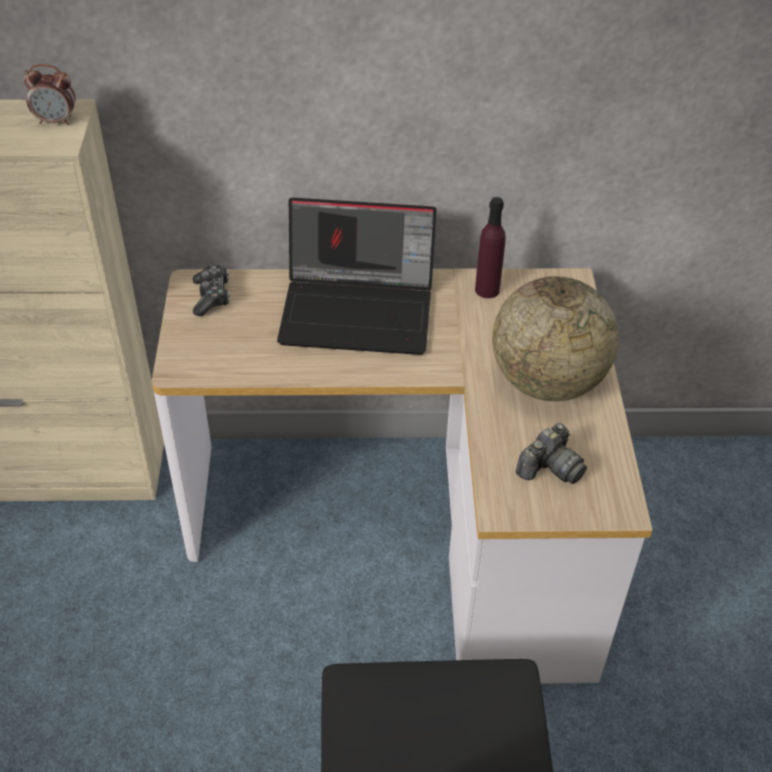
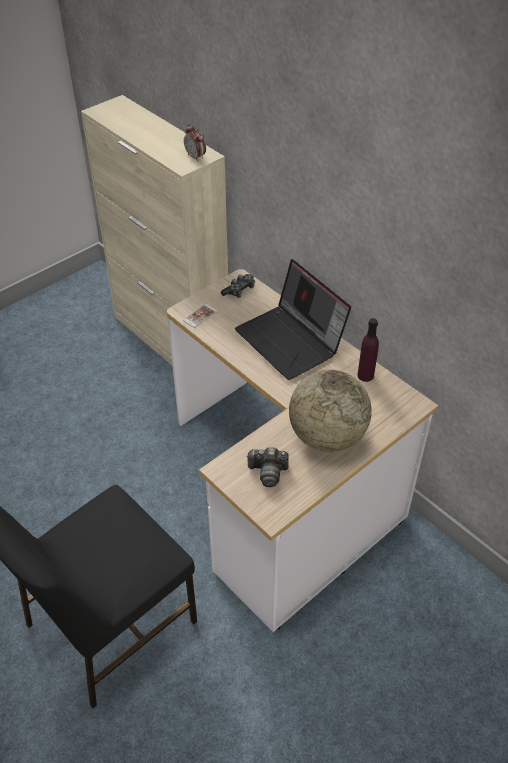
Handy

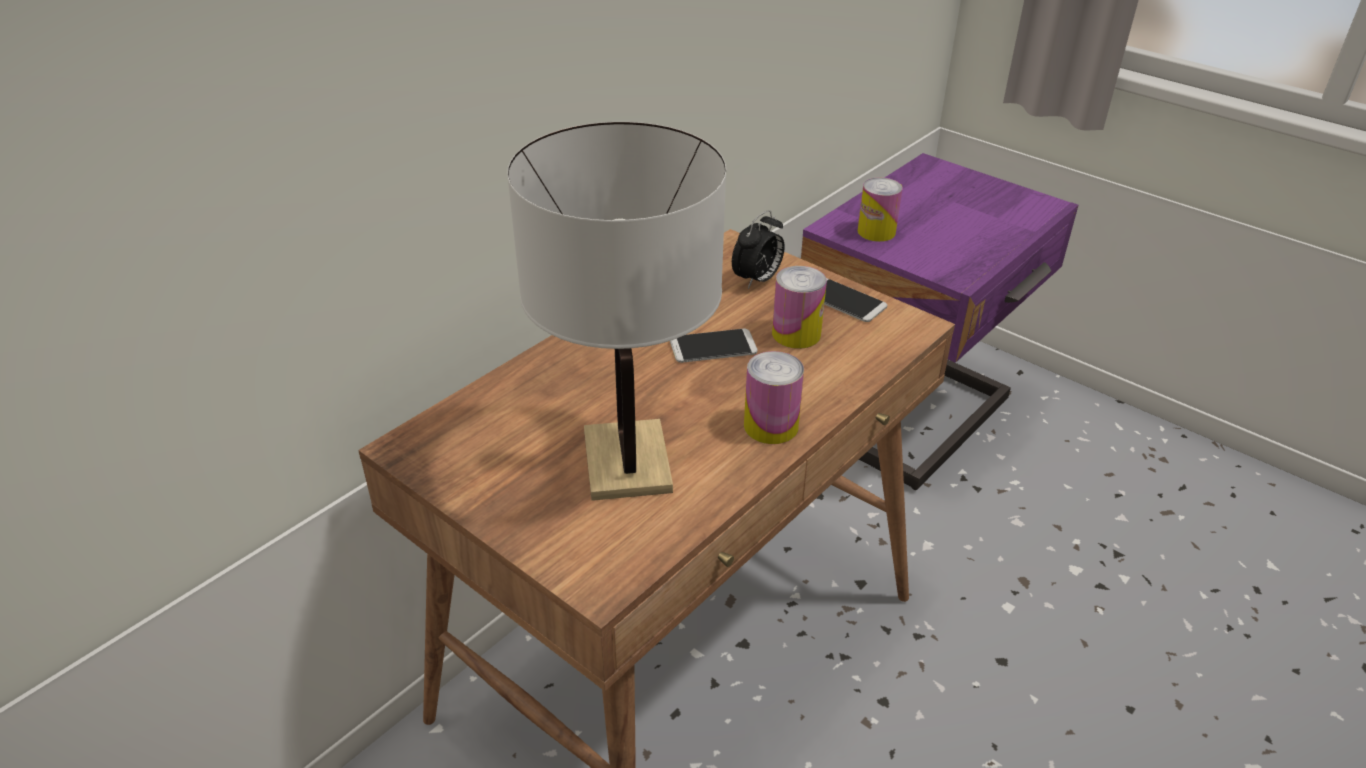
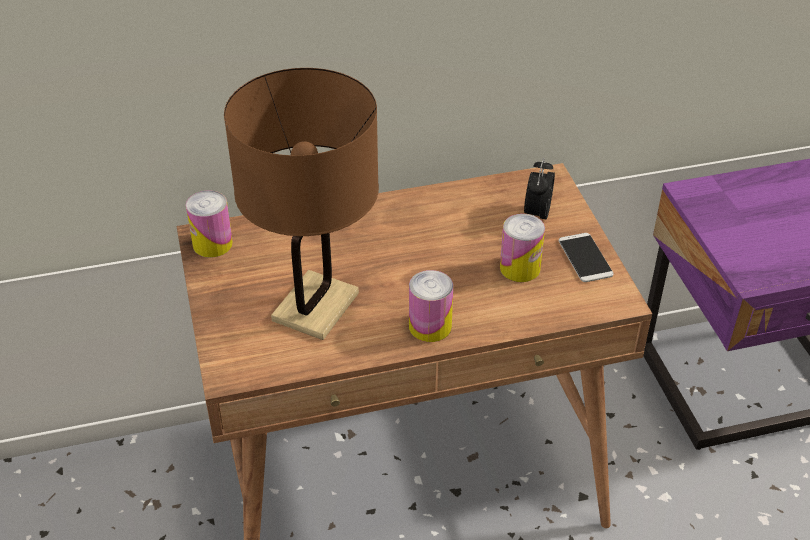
Dose (no. 1 from left)
Tischlampe [braun]
Wecker
Handy (no. 1 from left in the first image)

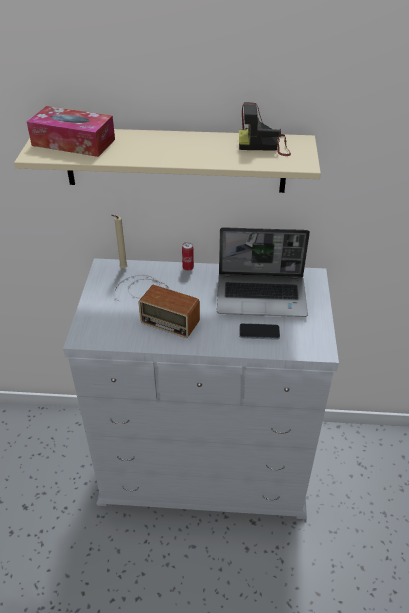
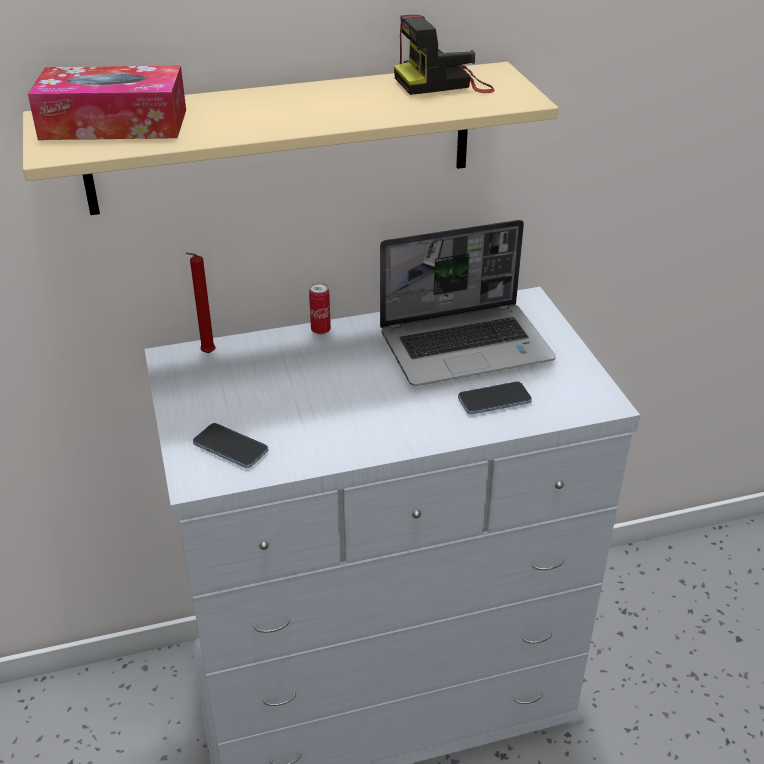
Kerze [rot]
Handy (no. 1 from left)
Radio

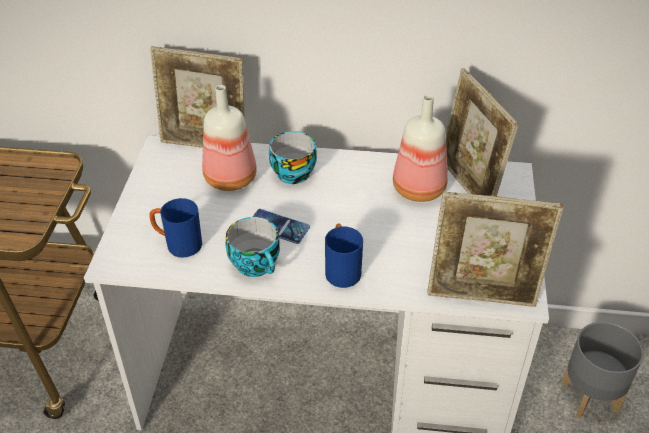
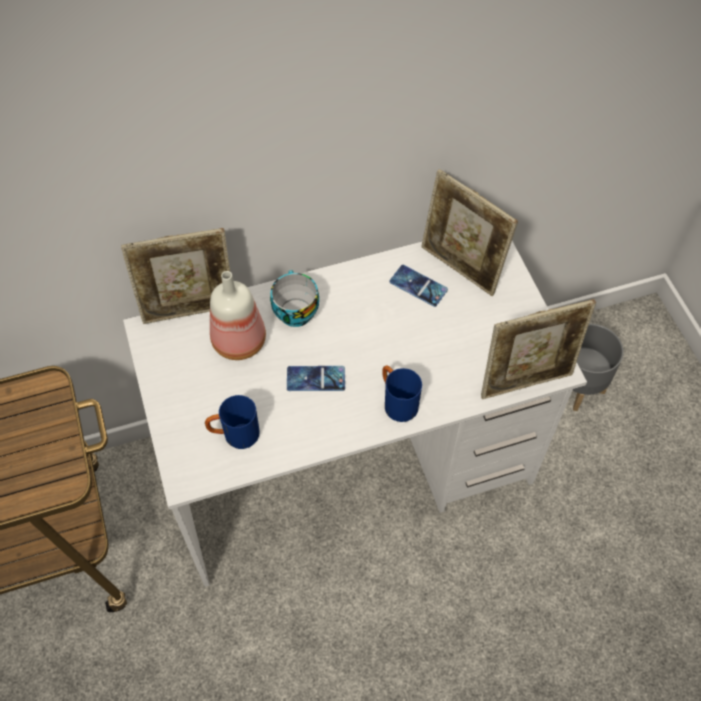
Handy (no. 2 from left)
Tasse (no. 1 from left in the first image)

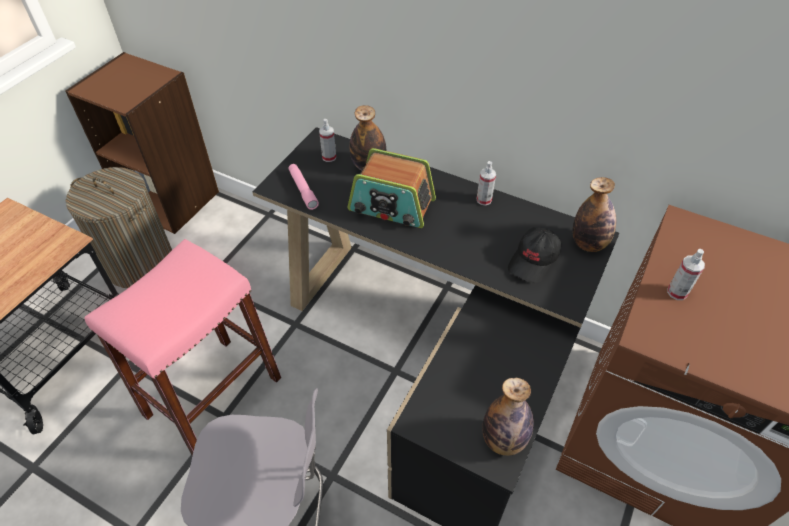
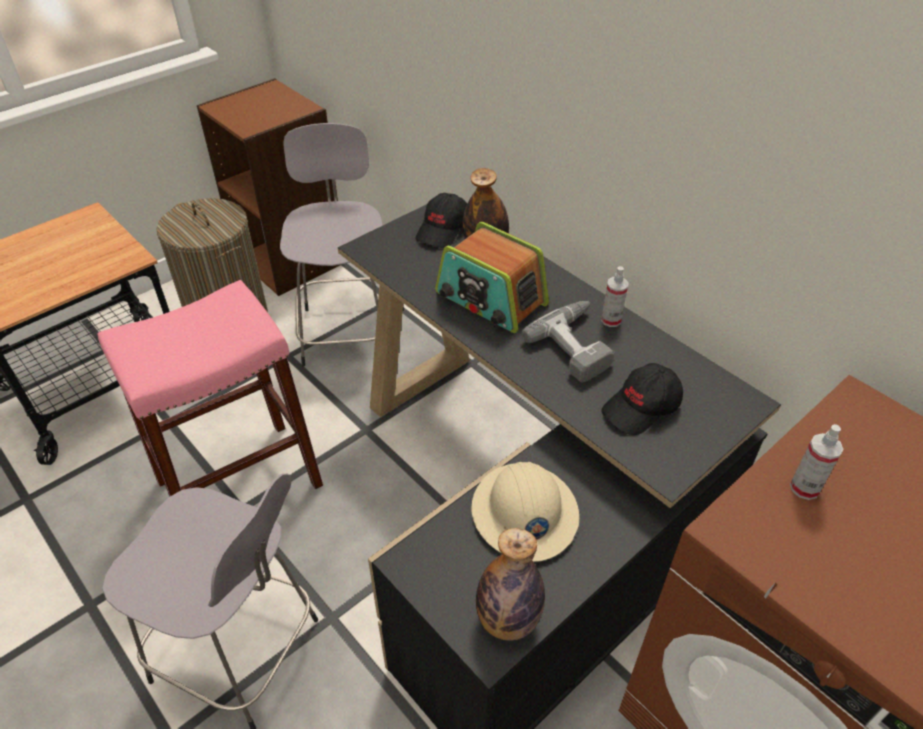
Hocker [grau] (no. 2 from left)
Kappe [schwarz] (no. 1 from left)
Schutzhelm [beige]
Bohrmaschine
Taschenlampe [rosa]
Flasche (no. 3 from left in the first image)

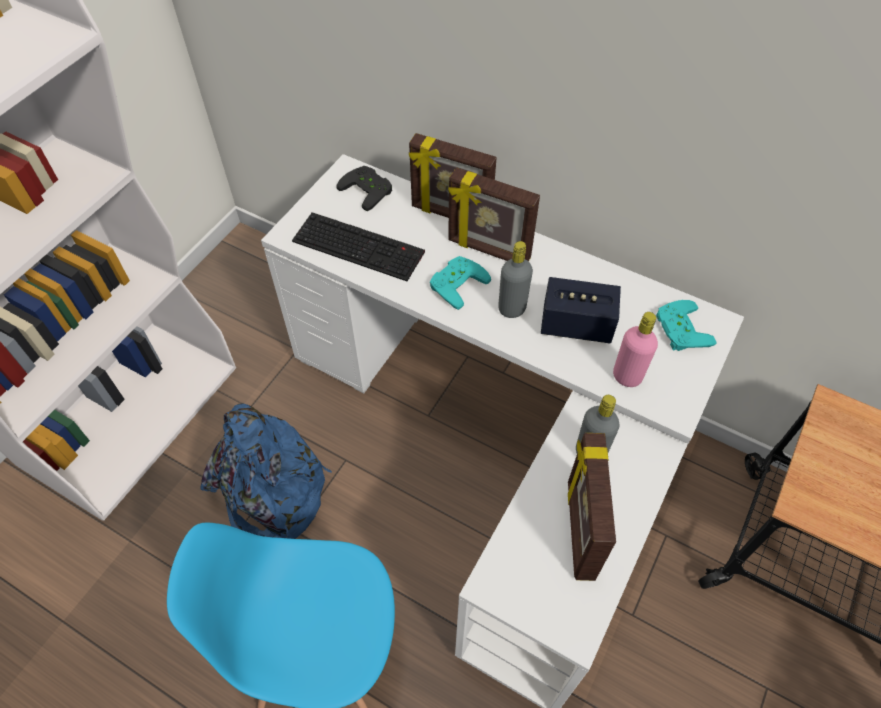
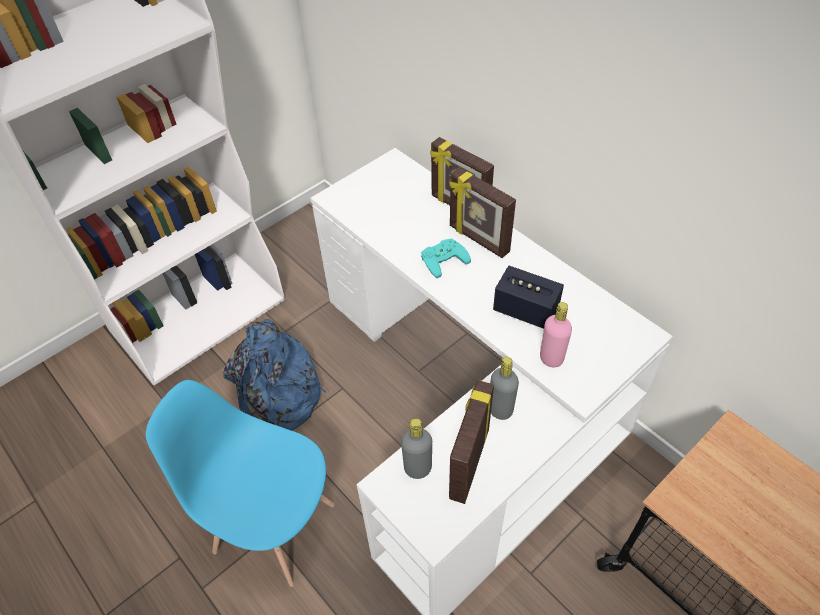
Flasche [grau] (no. 1 from left)
Tastatur
Gamepad [schwarz]
Gamepad [türkis] (no. 2 from left in the first image)

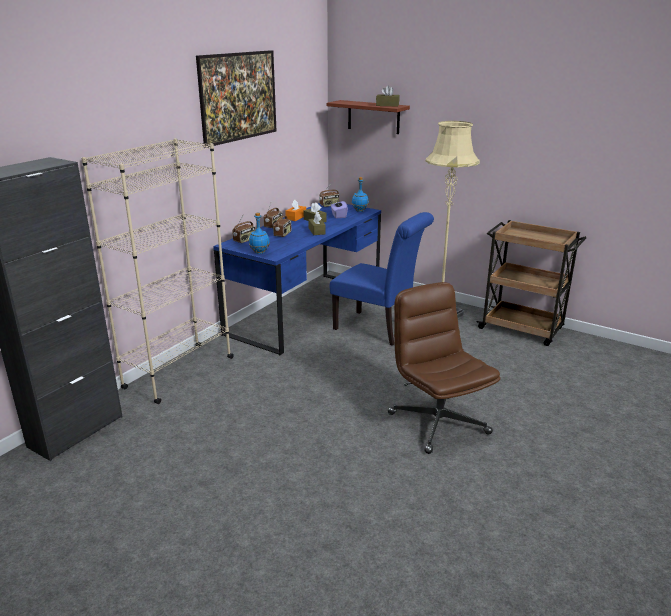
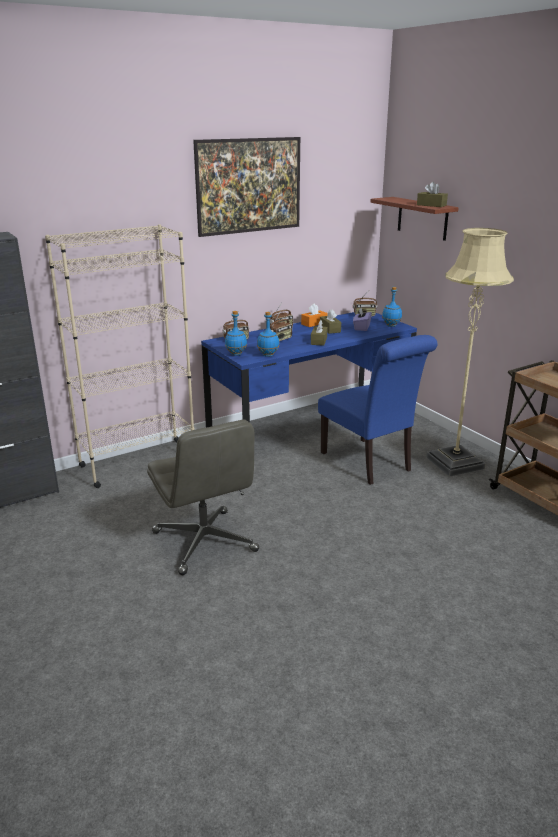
Bürostuhl [grau]
Flasche [blau] (no. 2 from left)
Bürostuhl [braun]

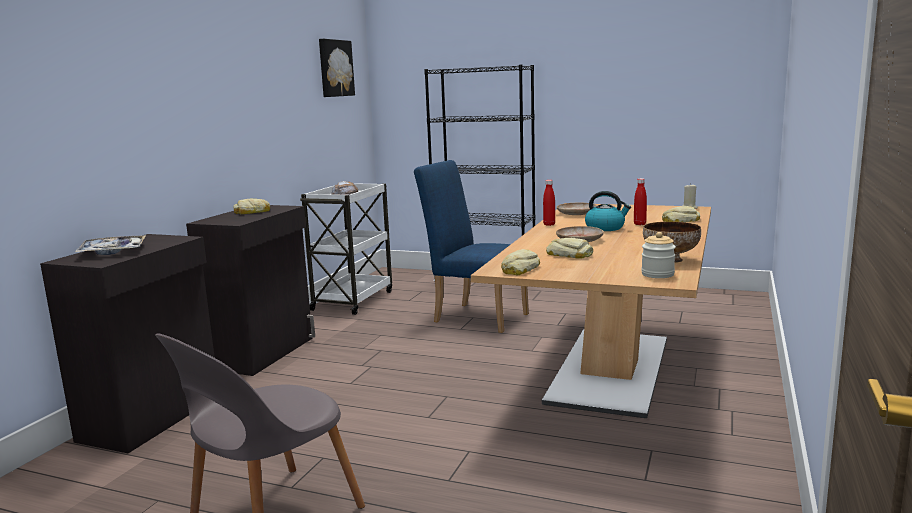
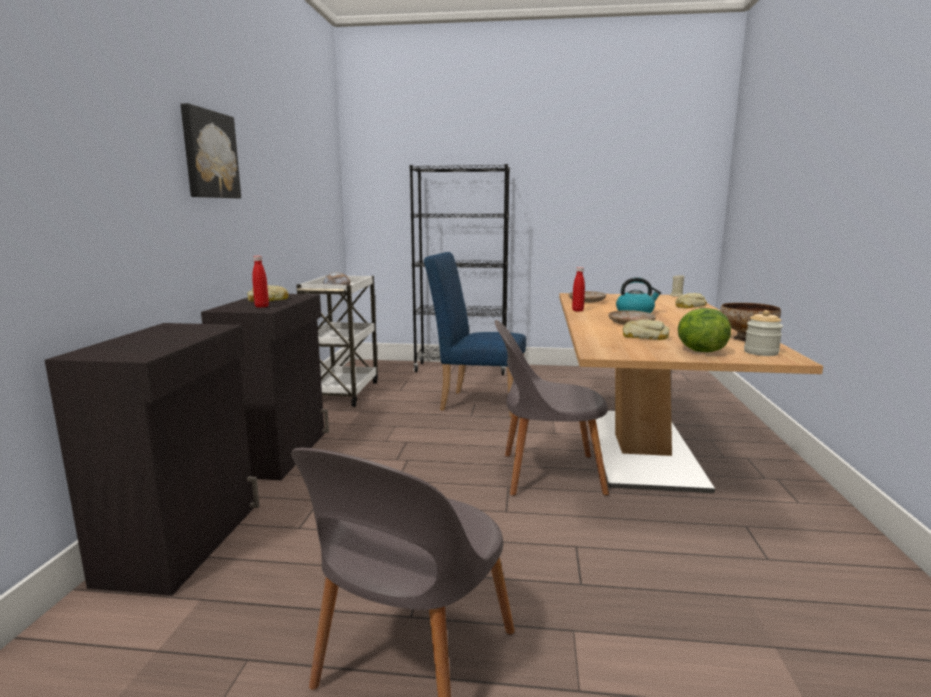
Bild
Flasche [rot] (no. 1 from left)
Stuhl [grau] (no. 2 from left)
Salatkopf
Tablett
Brot (no. 3 from left in the first image)

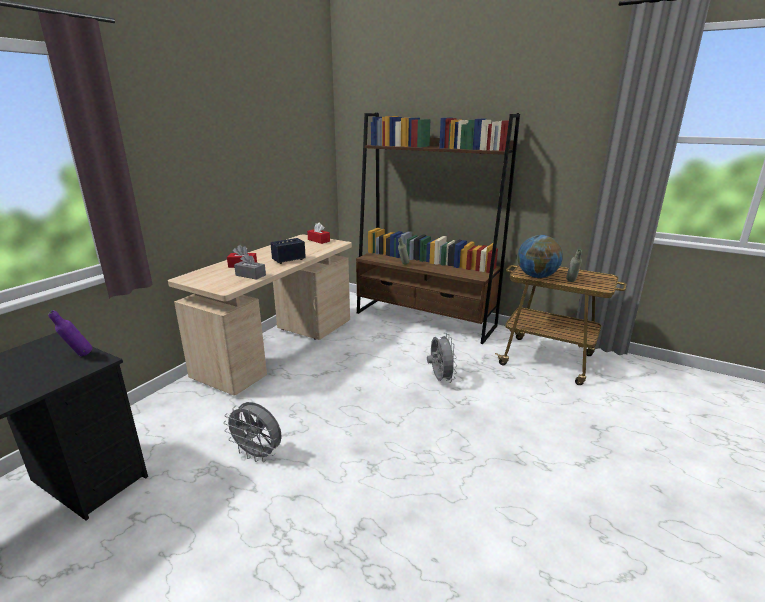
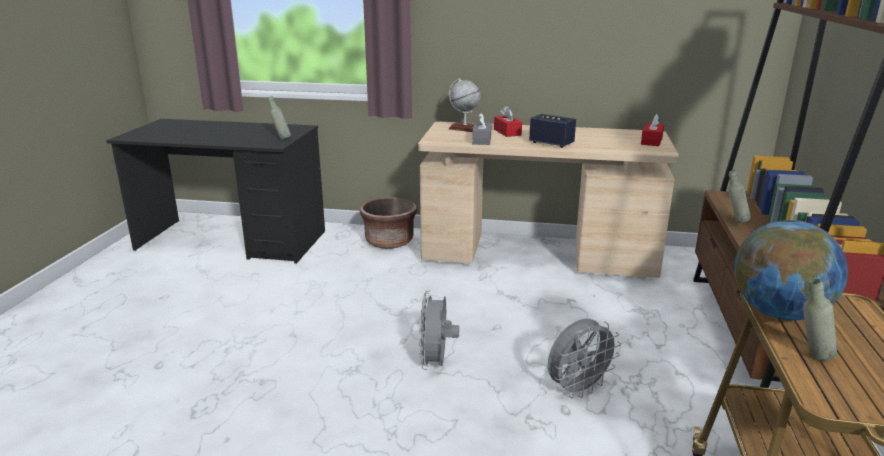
Flasche [grau] (no. 1 from left)
Pflanzkübel [braun]
Ventilator [grau] (no. 1 from left)
Globus (no. 1 from left)

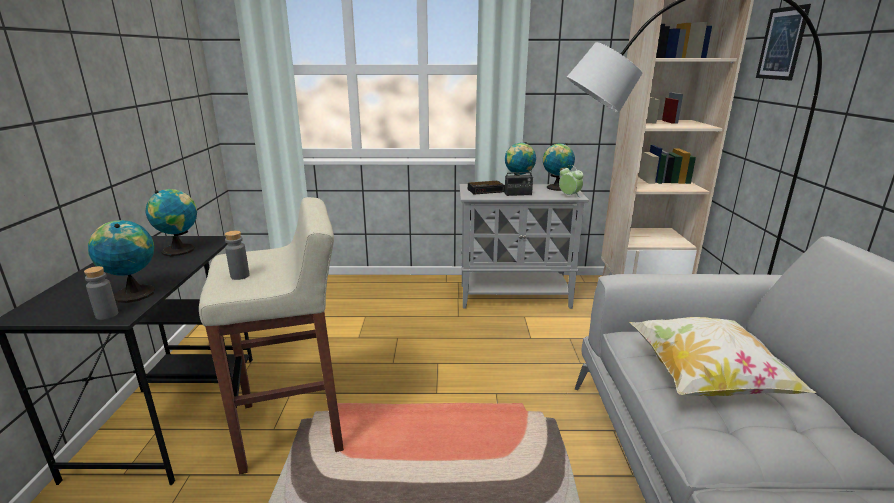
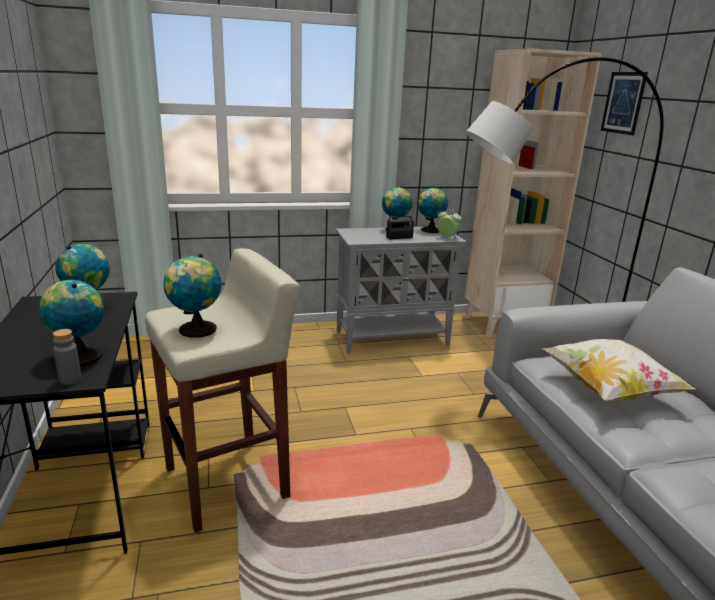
Globus (no. 3 from left)
Wecker (no. 1 from left in the first image)

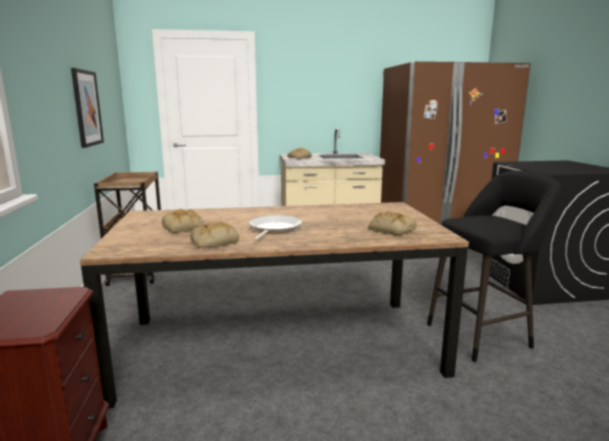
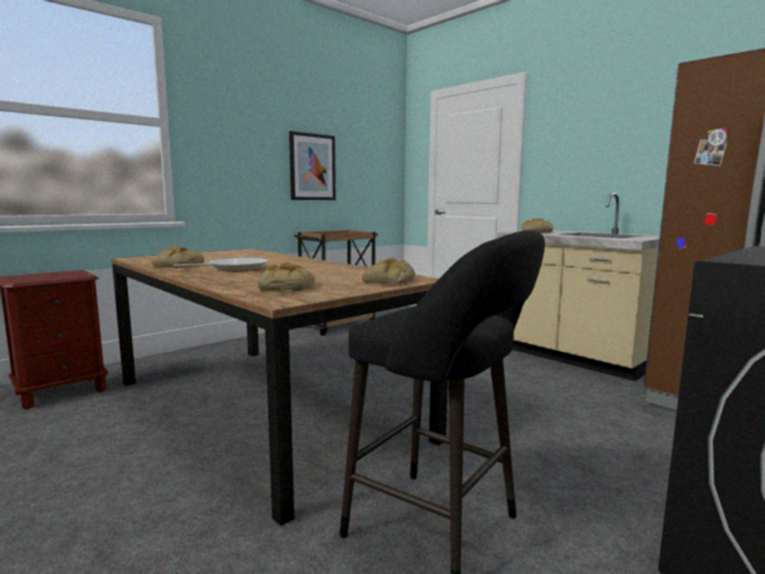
Brot (no. 3 from left)

